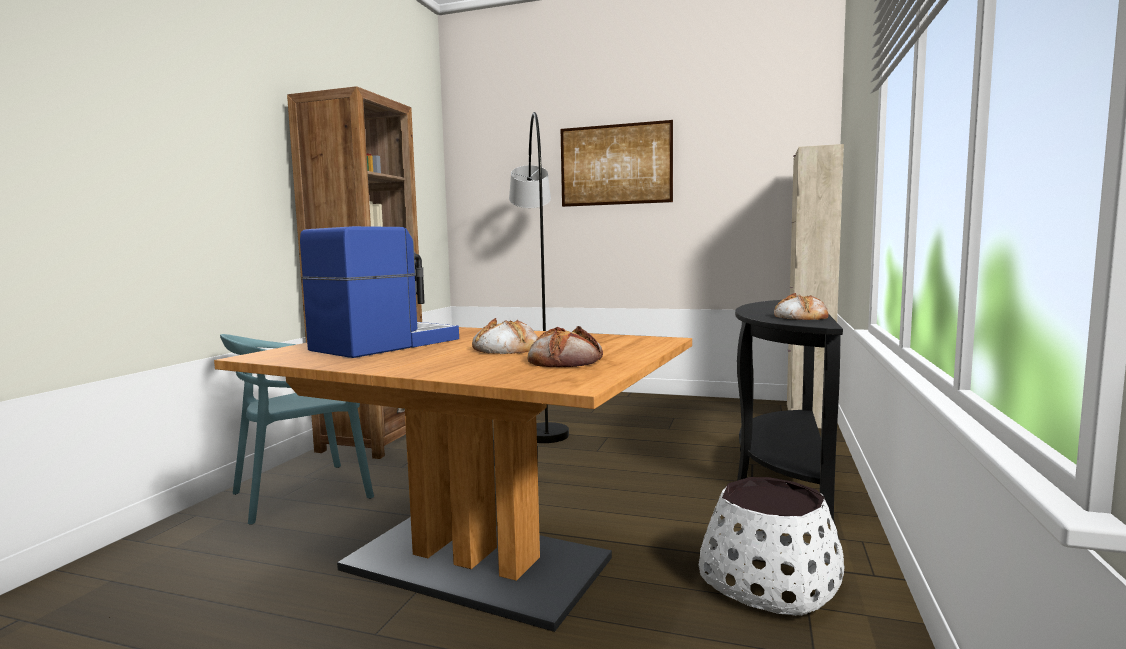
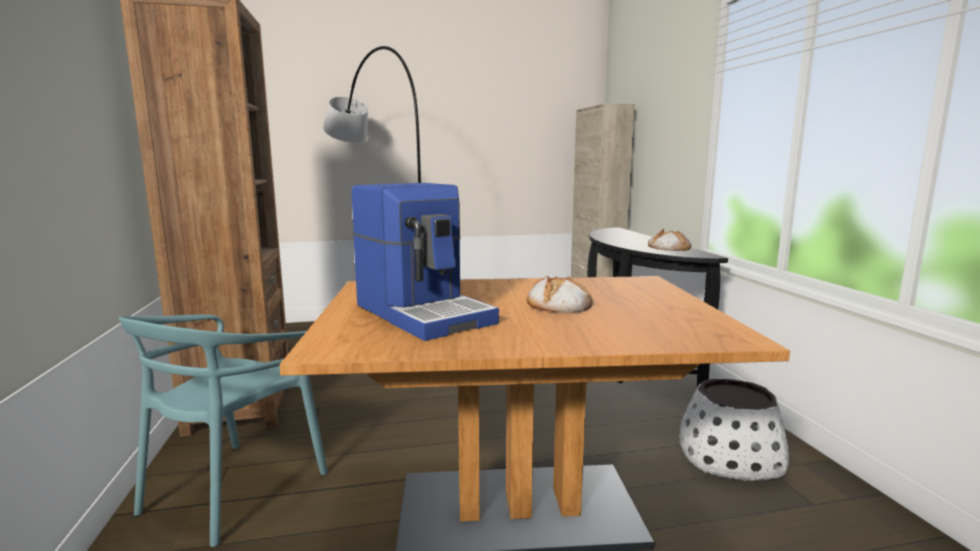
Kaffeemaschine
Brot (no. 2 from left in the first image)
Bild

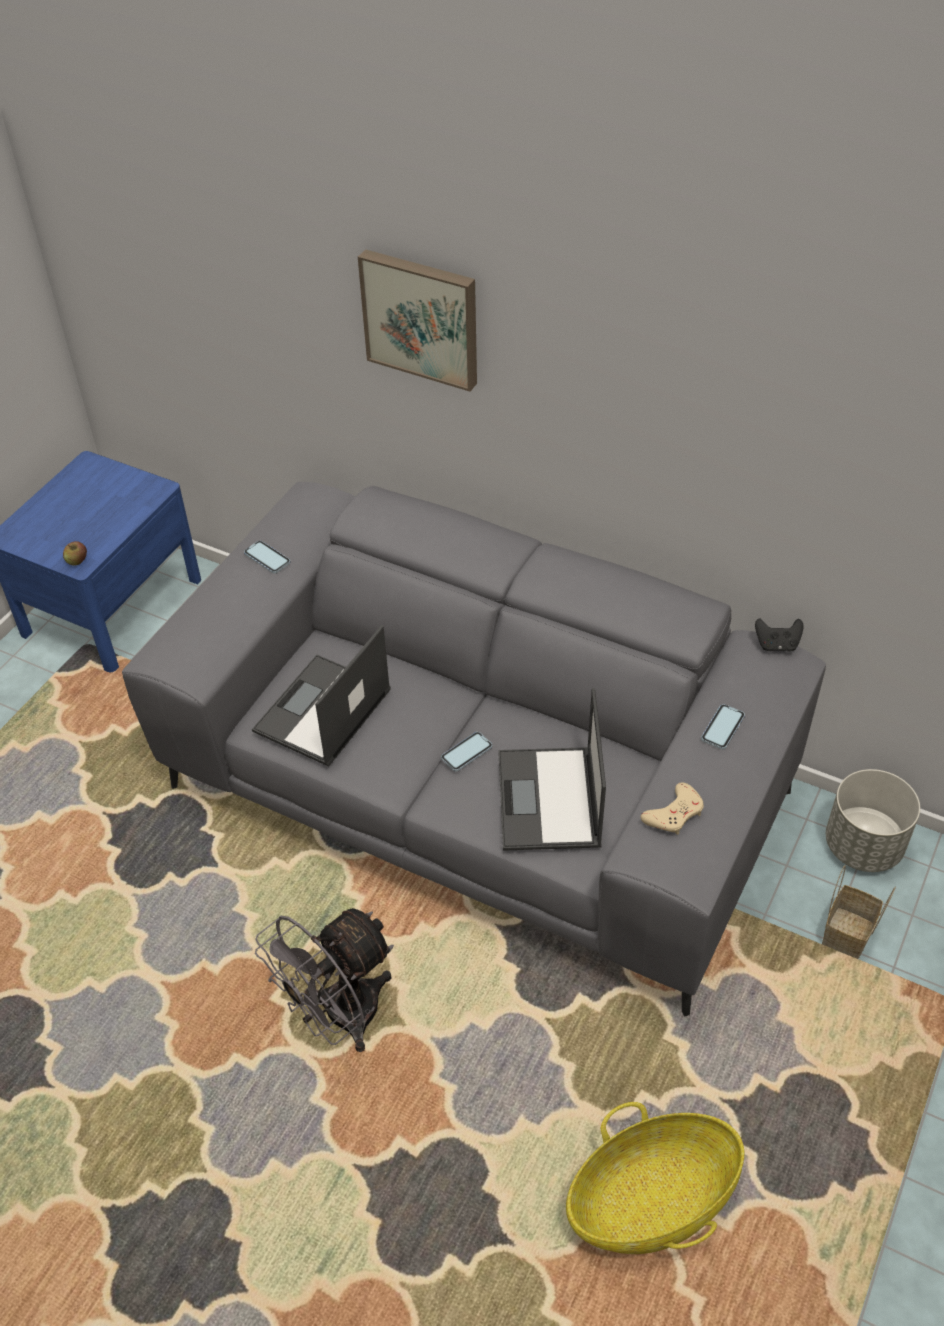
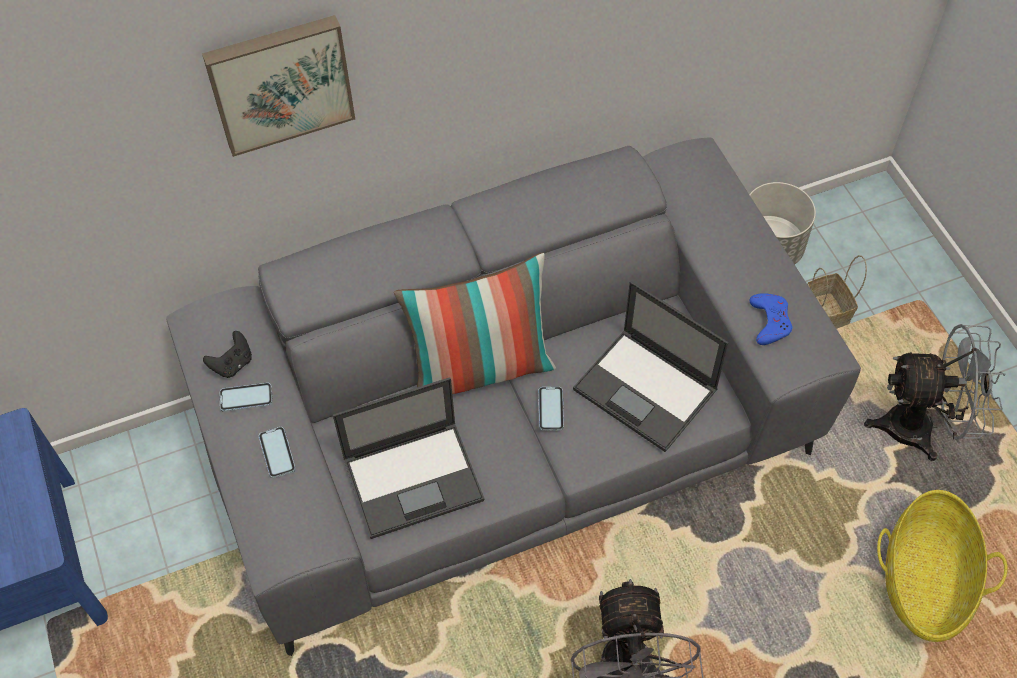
Gamepad [schwarz]
Handy (no. 2 from left)
Laptop (no. 1 from left)
Kissen
Gamepad [blau]
Ventilator [grau] (no. 2 from left)
Apfel

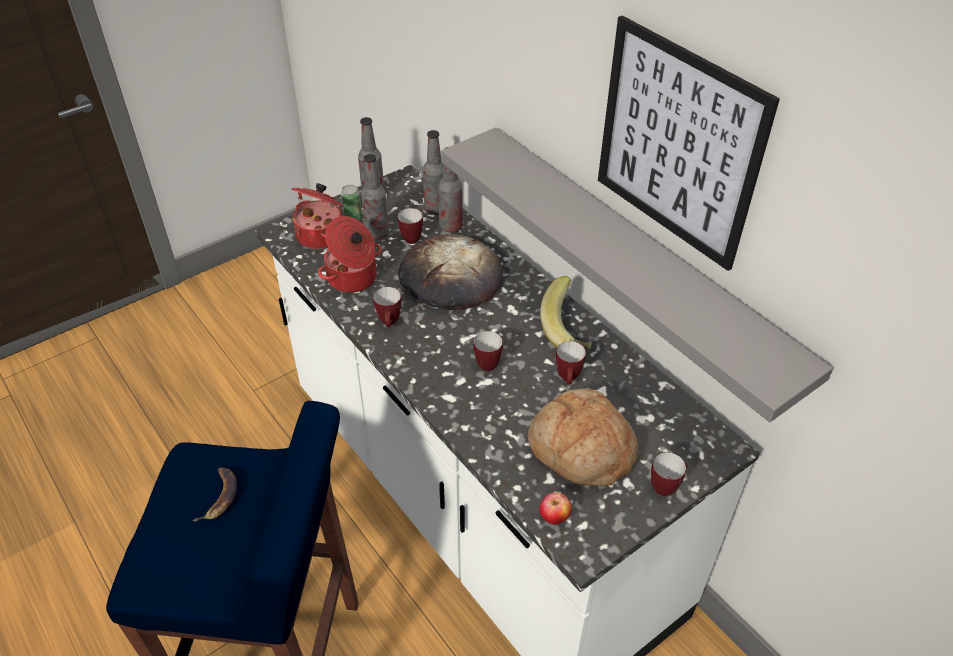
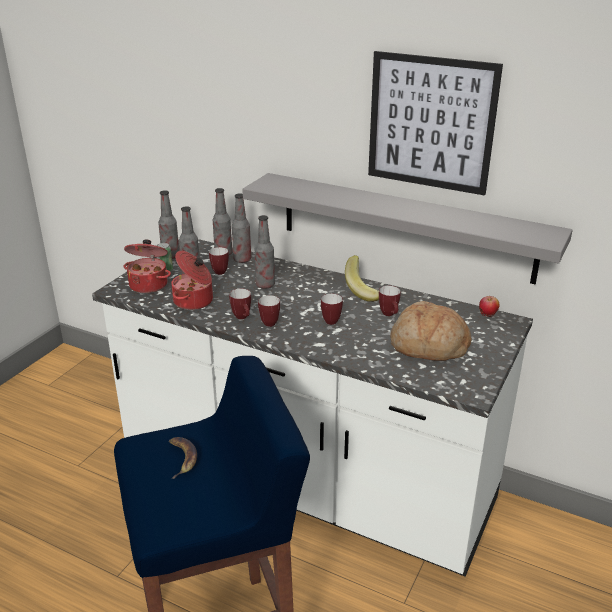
Flasche (no. 5 from left)
Henkelbecher (no. 3 from left)
Apfel

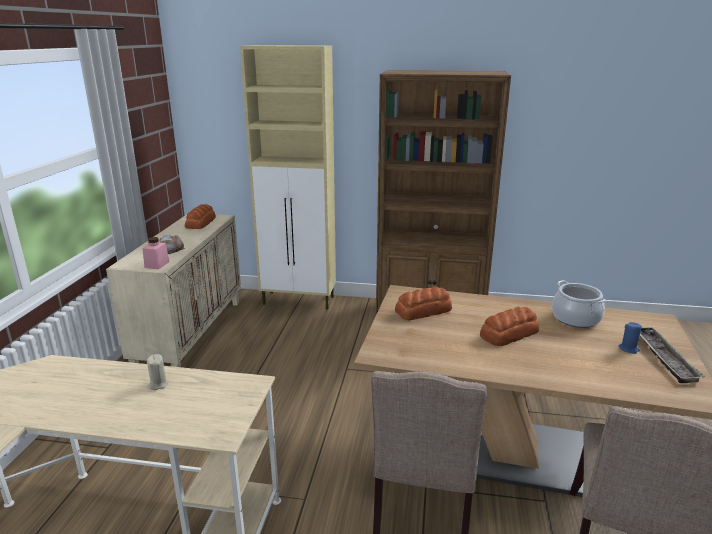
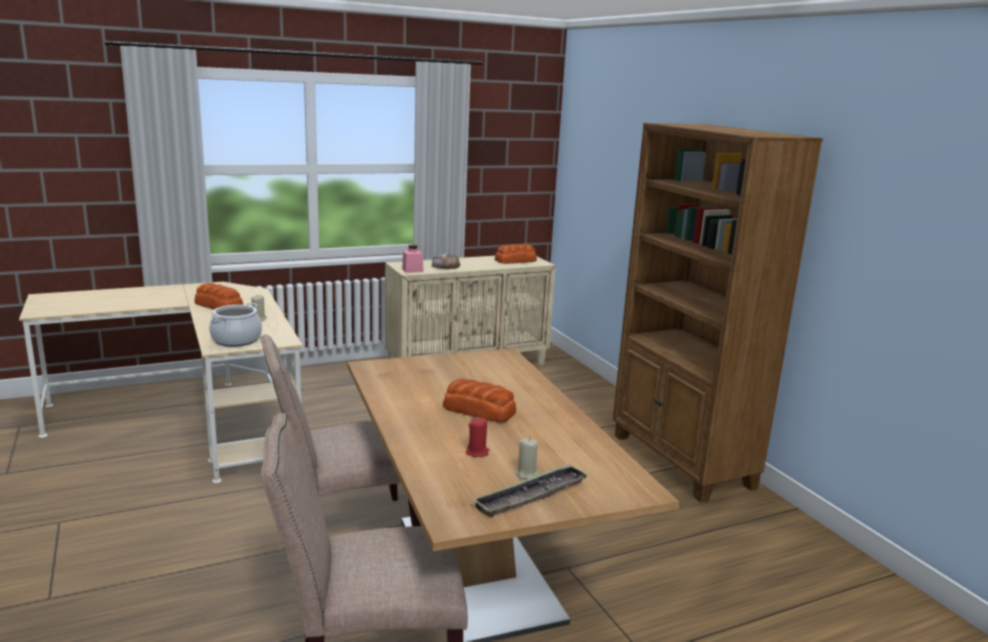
Brot (no. 1 from left)
Kochtopf
Kerze [rot]
Kerze [beige] (no. 2 from left)
Schrank [beige] (no. 2 from left in the first image)

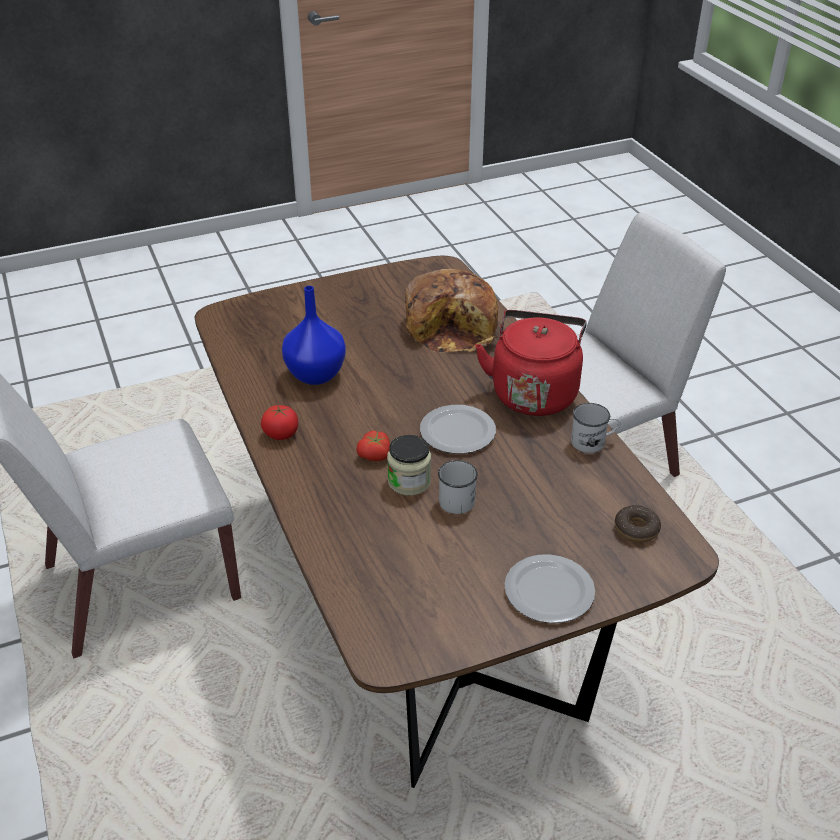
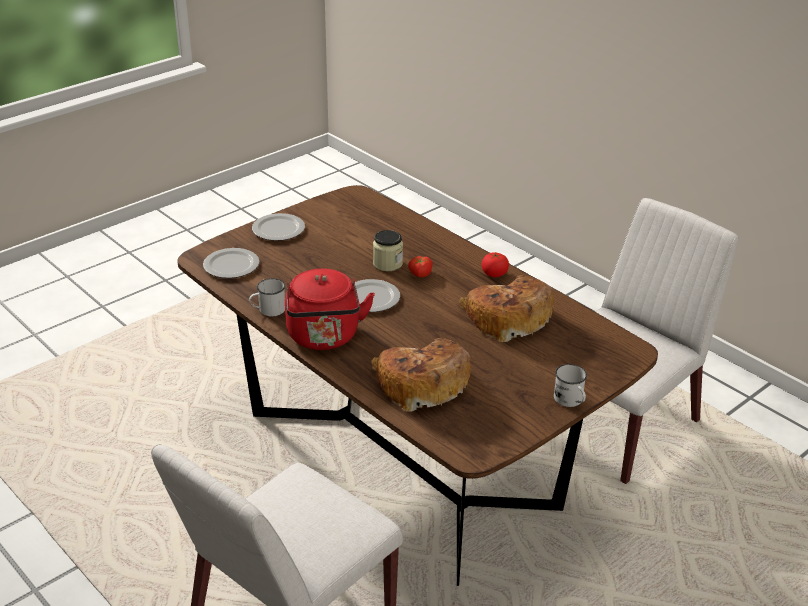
Teller (no. 1 from left)
Brot (no. 2 from left)
Henkelbecher [weiß] (no. 2 from left)

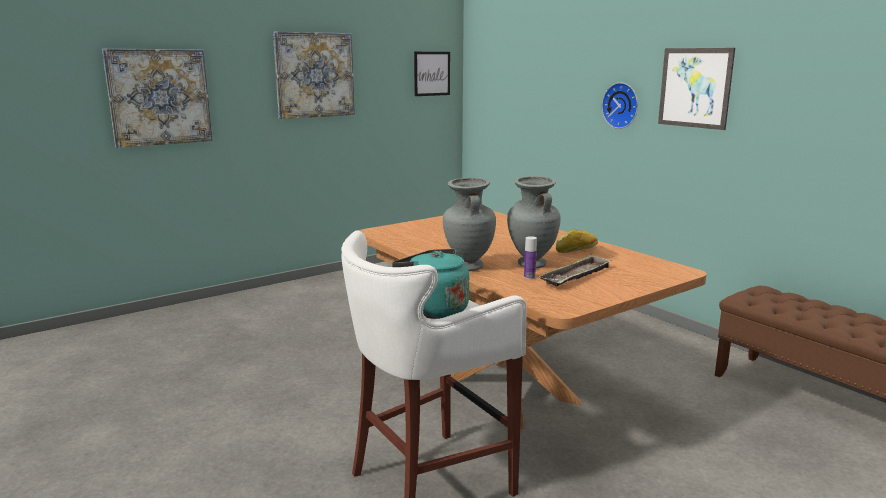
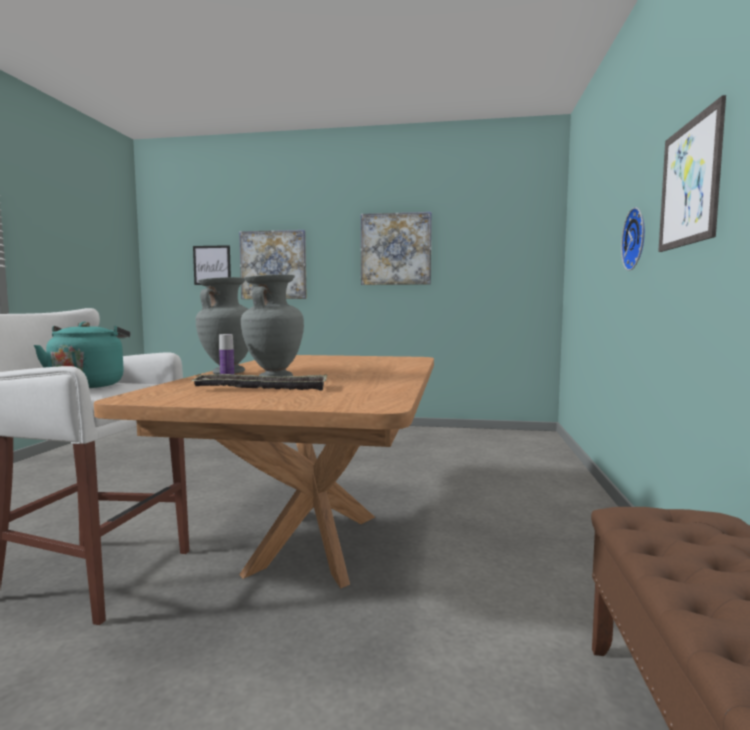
Bild (no. 1 from left)
Brot

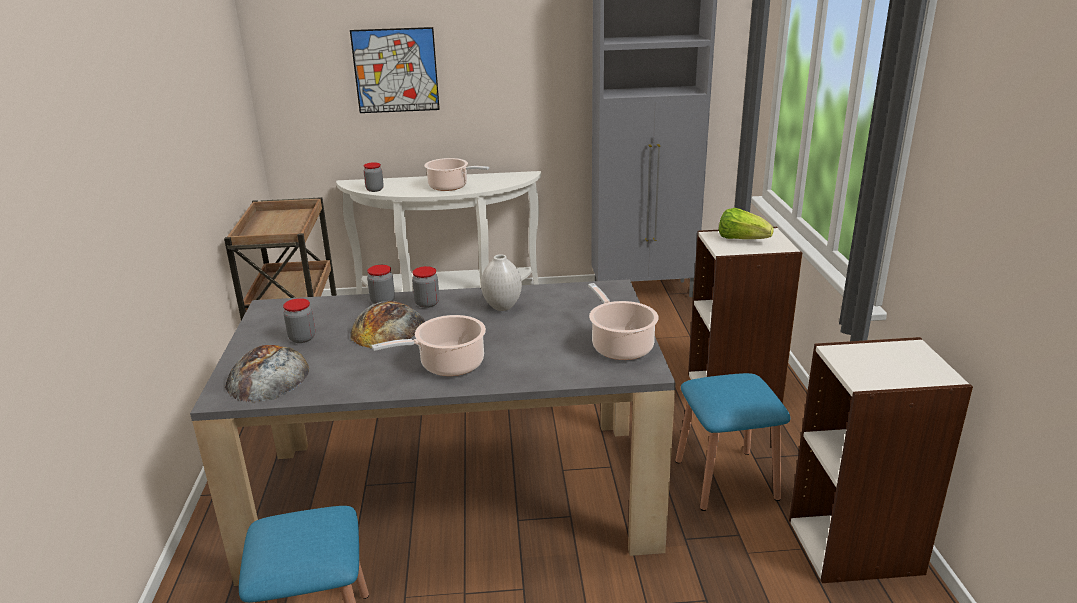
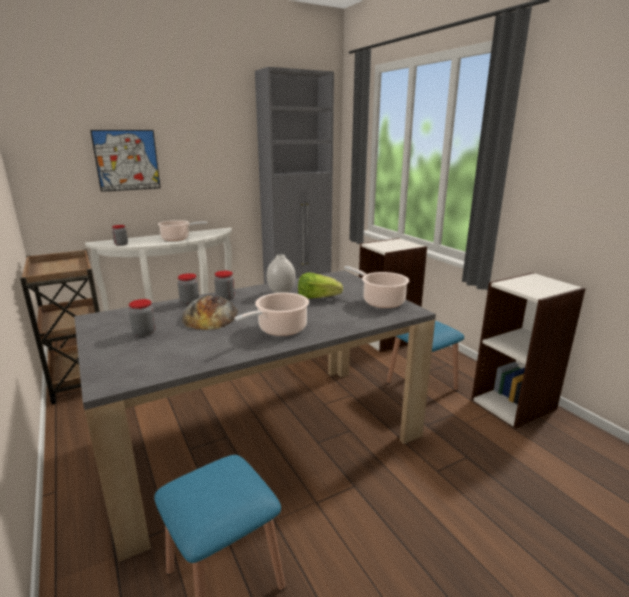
Salatkopf
Brot (no. 1 from left in the first image)

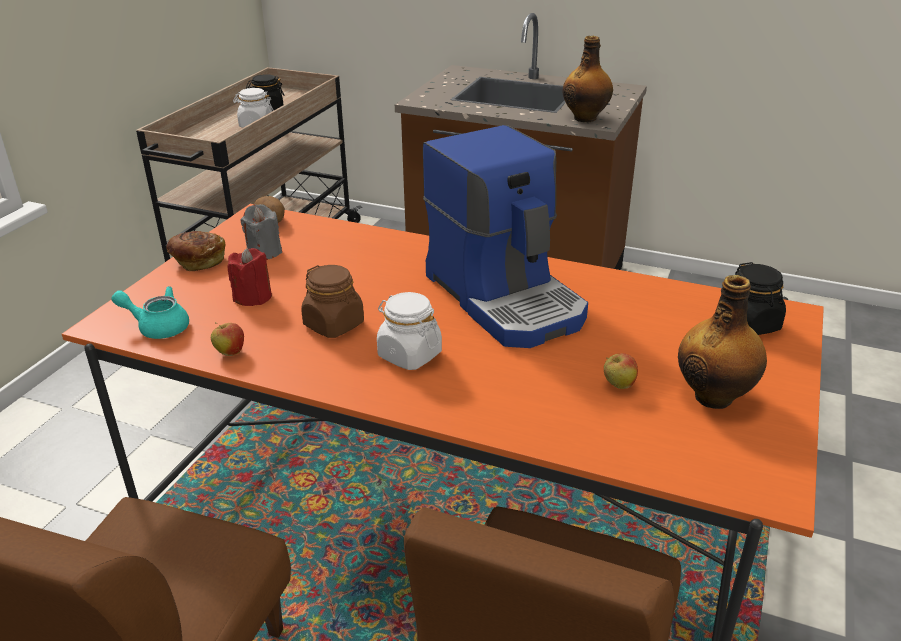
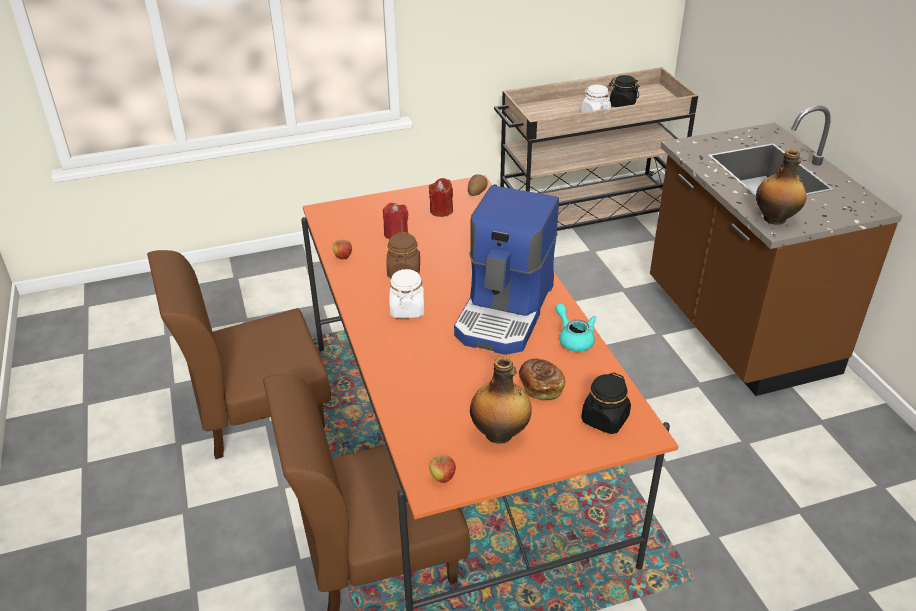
Kerze [rot] (no. 2 from left)
Apfel (no. 2 from left)
Brot
Teekanne [türkis]

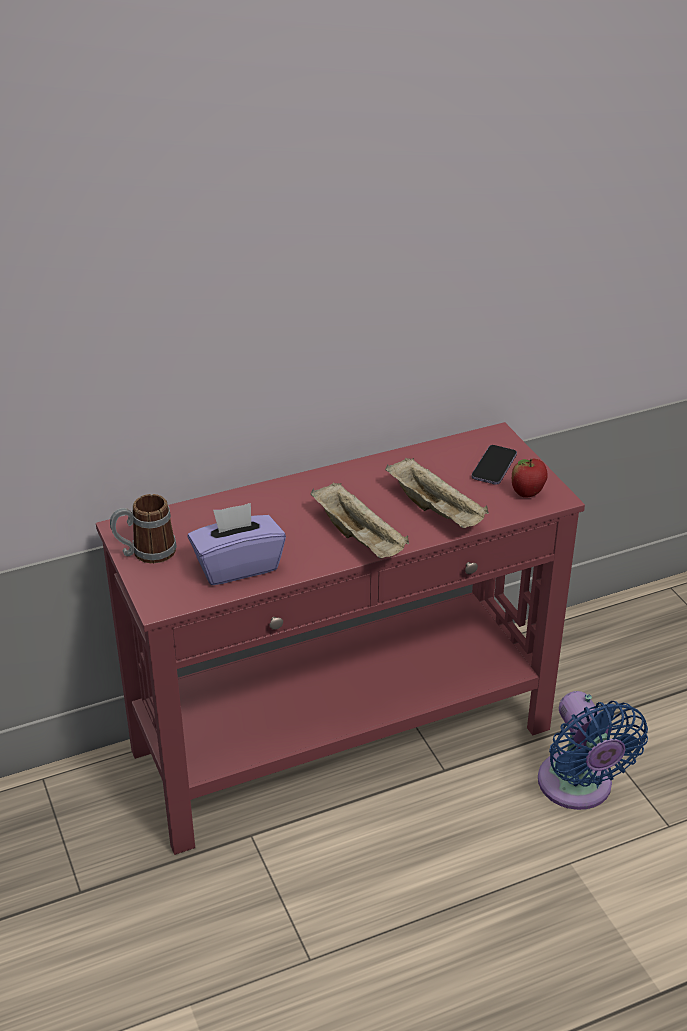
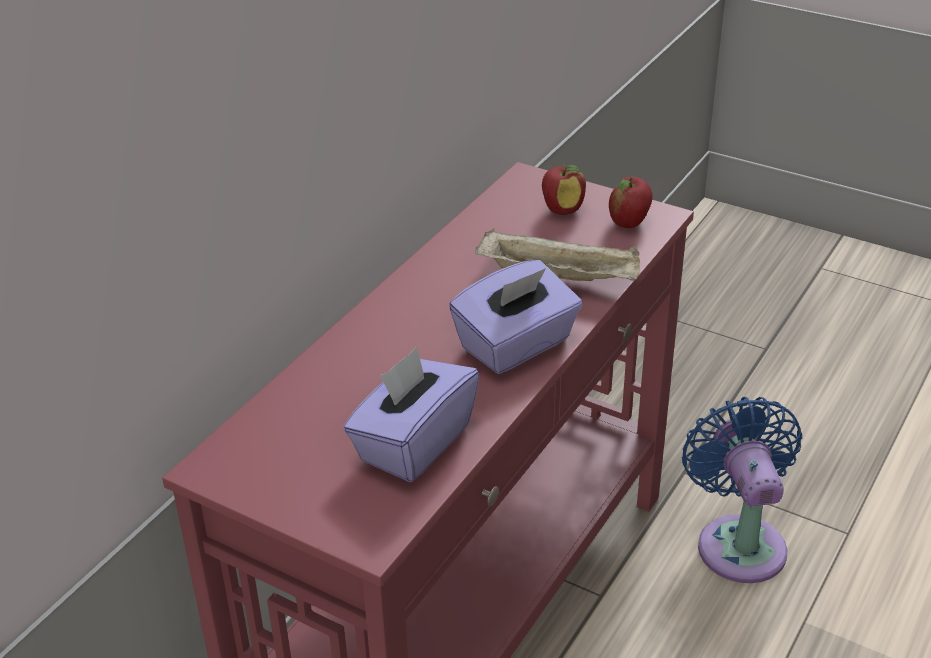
Taschentuchbox [lila] (no. 2 from left)
Apfel (no. 1 from left)
Ventilator [blau]
Henkelbecher

